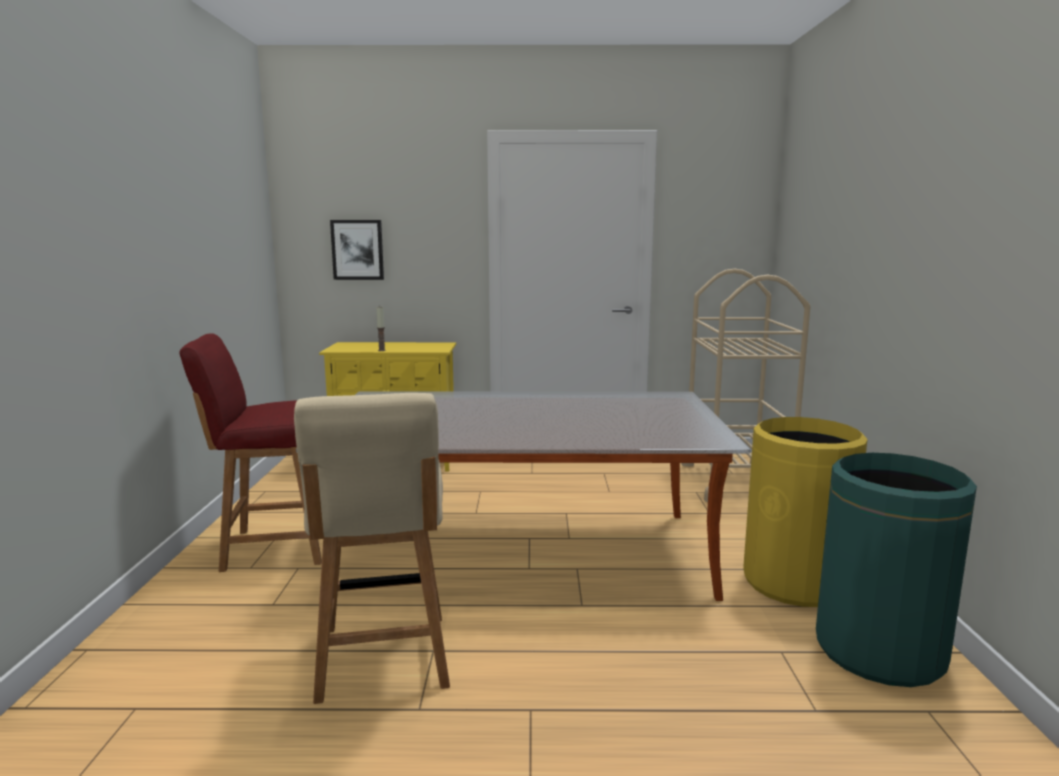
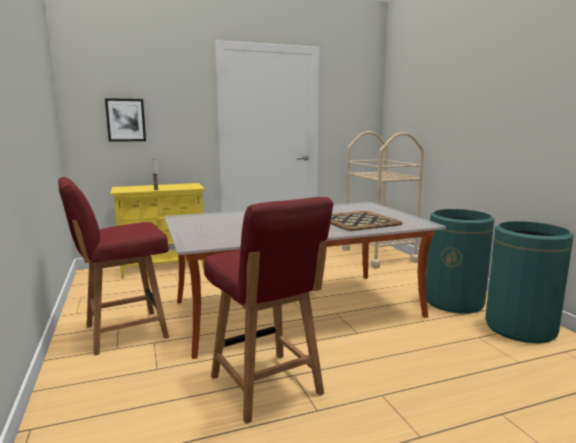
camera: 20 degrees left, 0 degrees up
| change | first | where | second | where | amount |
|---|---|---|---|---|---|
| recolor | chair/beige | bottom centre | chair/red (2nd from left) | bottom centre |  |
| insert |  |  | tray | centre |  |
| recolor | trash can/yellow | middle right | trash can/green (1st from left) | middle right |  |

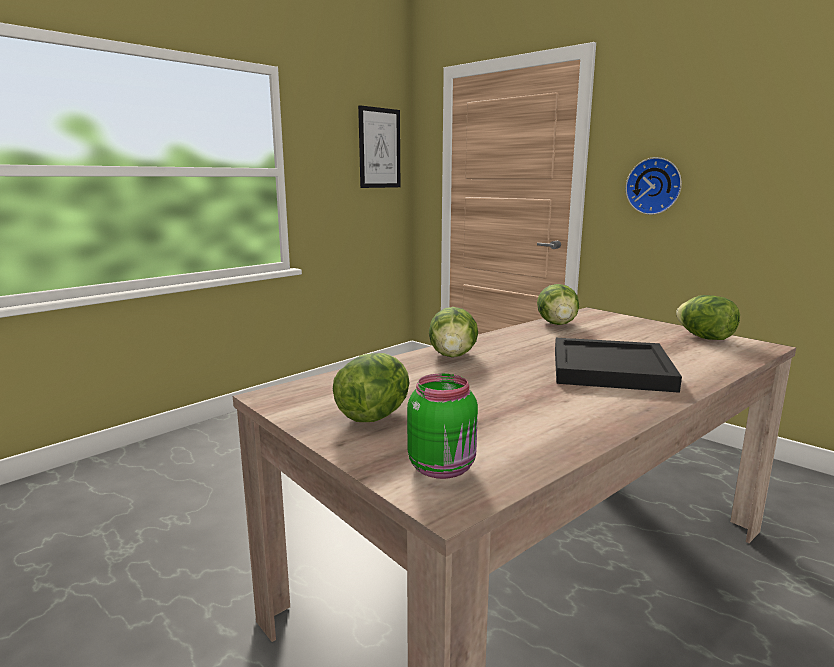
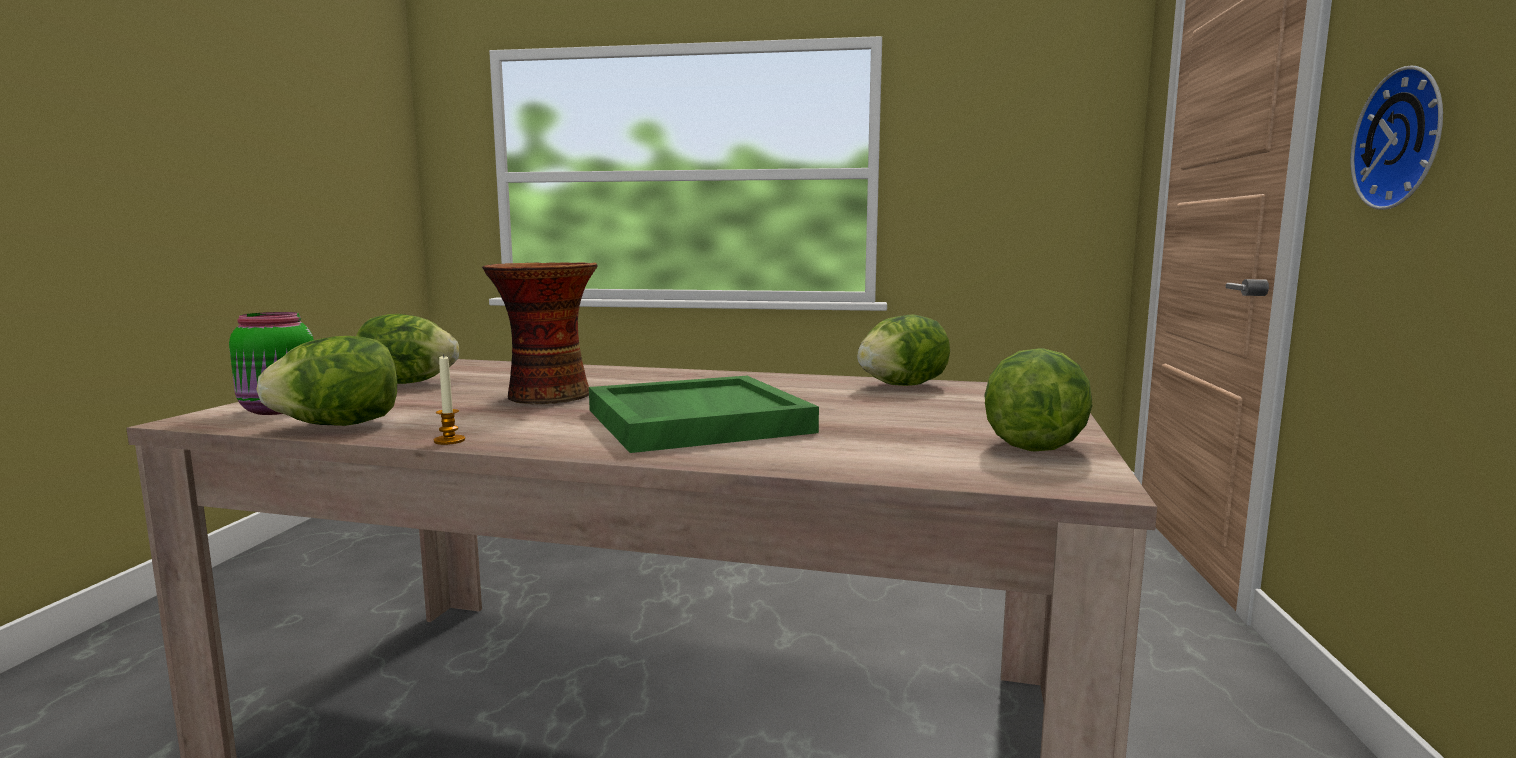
camera: 55 degrees right, 5 degrees down
| change | first | where | second | where | amount |
|---|---|---|---|---|---|
| move | lettuce (2nd from left in the first image) | centre | lettuce (1st from left) | middle left |  |
| insert |  |  | candle | middle left |  |
| insert |  |  | vase | centre |  |
| recolor | tray/black | middle right | tray/green | centre |  |
| delete | picture | top centre |  |  |  |

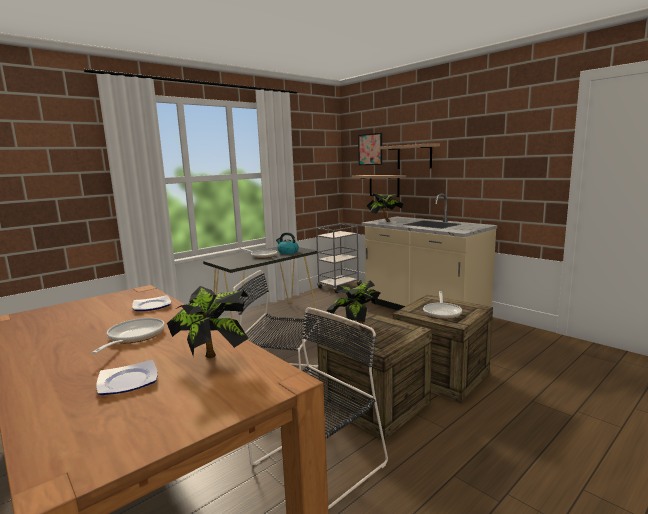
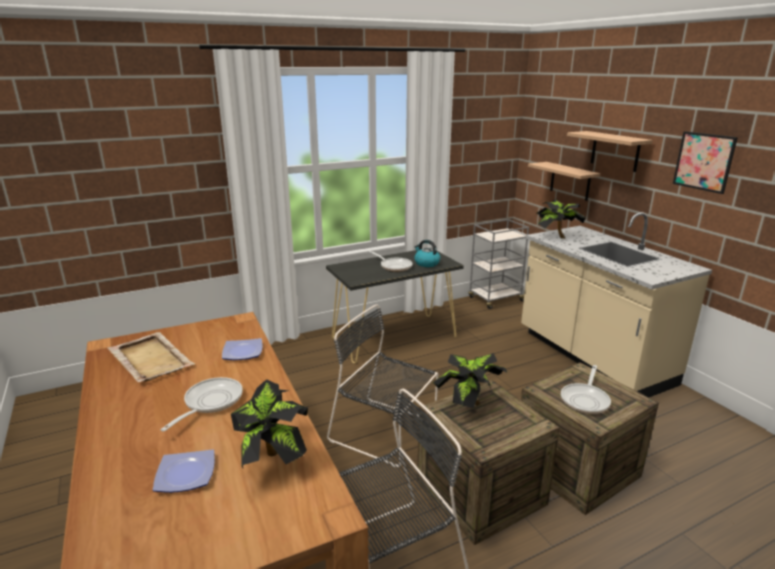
camera: 15 degrees right, 10 degrees up
| change | first | where | second | where | amount |
|---|---|---|---|---|---|
| insert |  |  | tray/beige | middle left |  |
| move | picture | top centre |  | top right |  |

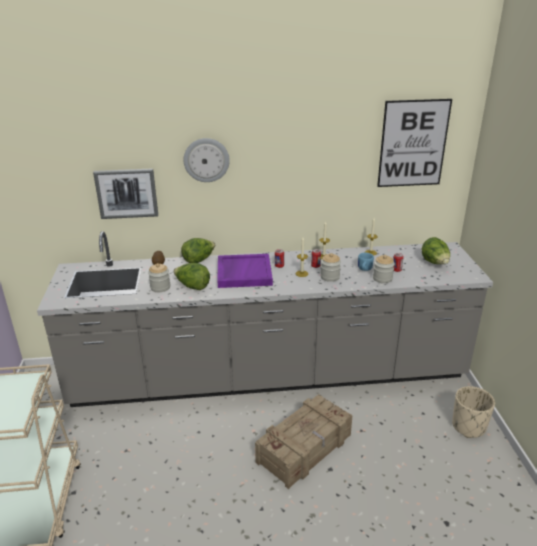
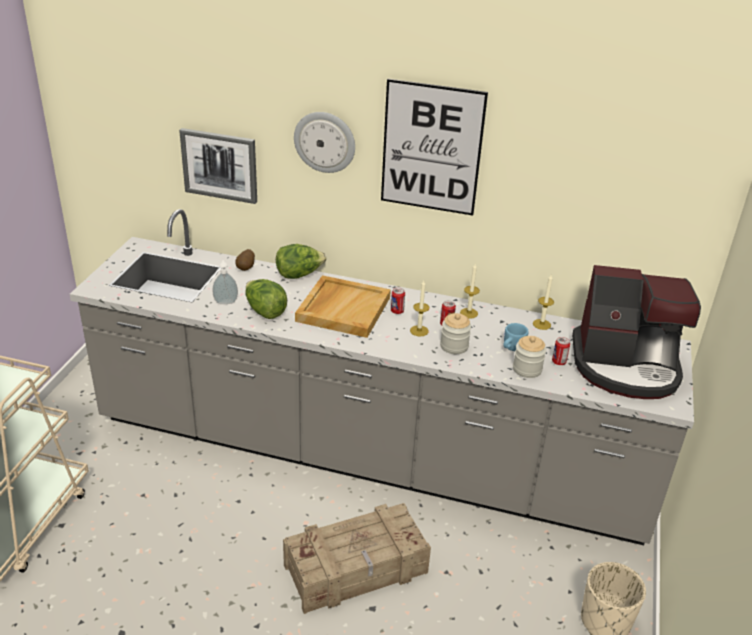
camera: 20 degrees right, 5 degrees up
| change | first | where | second | where | amount |
|---|---|---|---|---|---|
| replace | jar (1st from left) | middle left | soap dispenser | middle left |  |
| recolor | tray/purple | centre | tray/beige | centre |  |
| move | picture (2nd from left) | top right |  | top centre |  |
| replace | lettuce (3rd from left) | middle right | coffee machine | middle right |  |

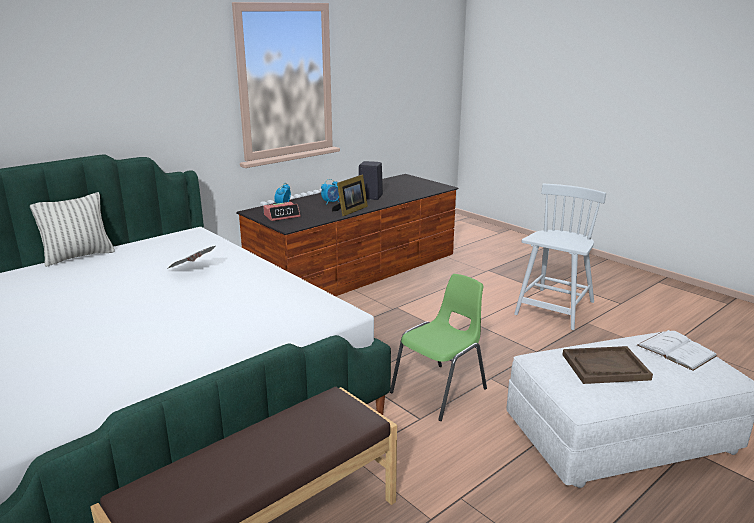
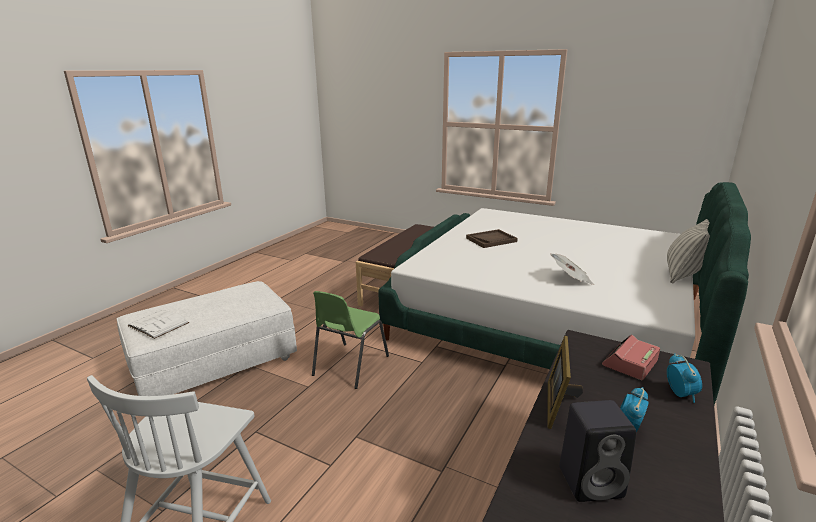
camera: 160 degrees right, 0 degrees up
| change | first | where | second | where | amount |
|---|---|---|---|---|---|
| move | tray/brown | bottom right |  | centre |  |

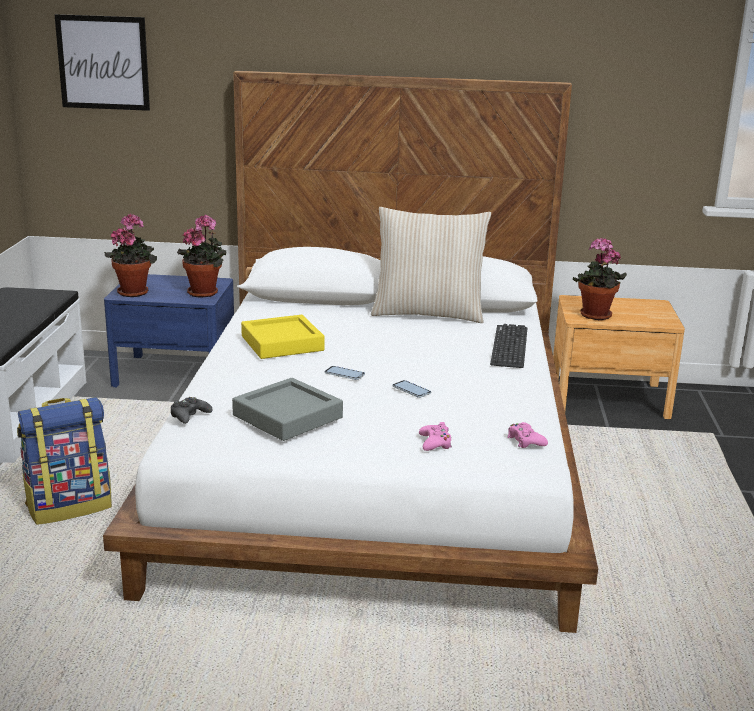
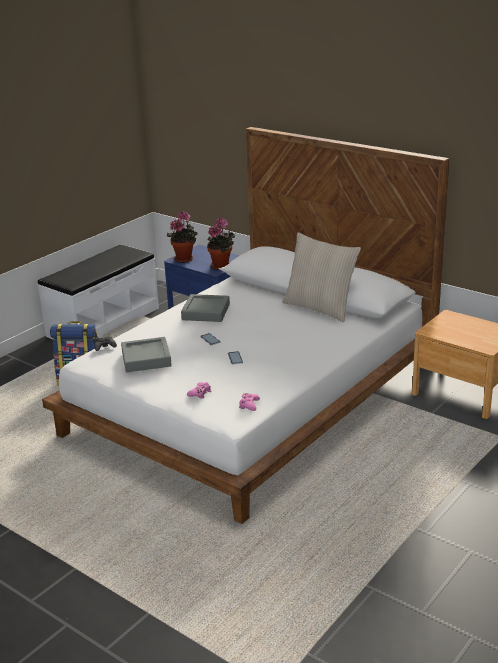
camera: 35 degrees right, 5 degrees up
| change | first | where | second | where | amount |
|---|---|---|---|---|---|
| recolor | tray/yellow | centre | tray/grey (2nd from left) | centre |  |
| delete | picture | top left |  |  |  |
| delete | keyboard | middle right |  |  |  |
| delete | potted plant (3rd from left) | middle right |  |  |  |

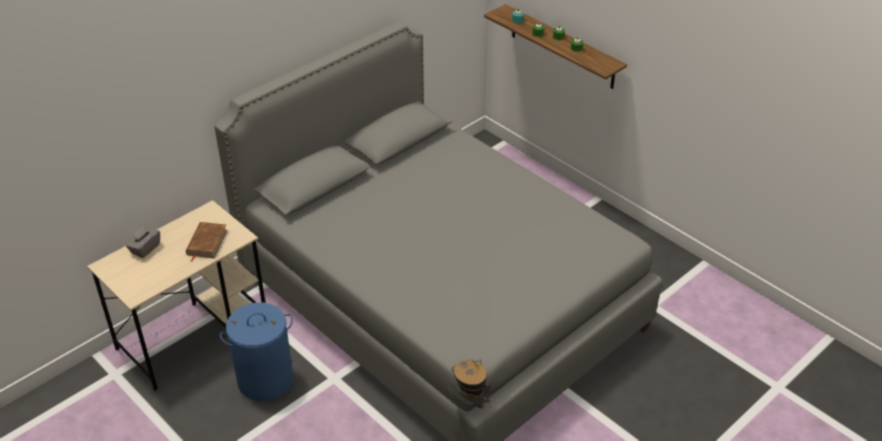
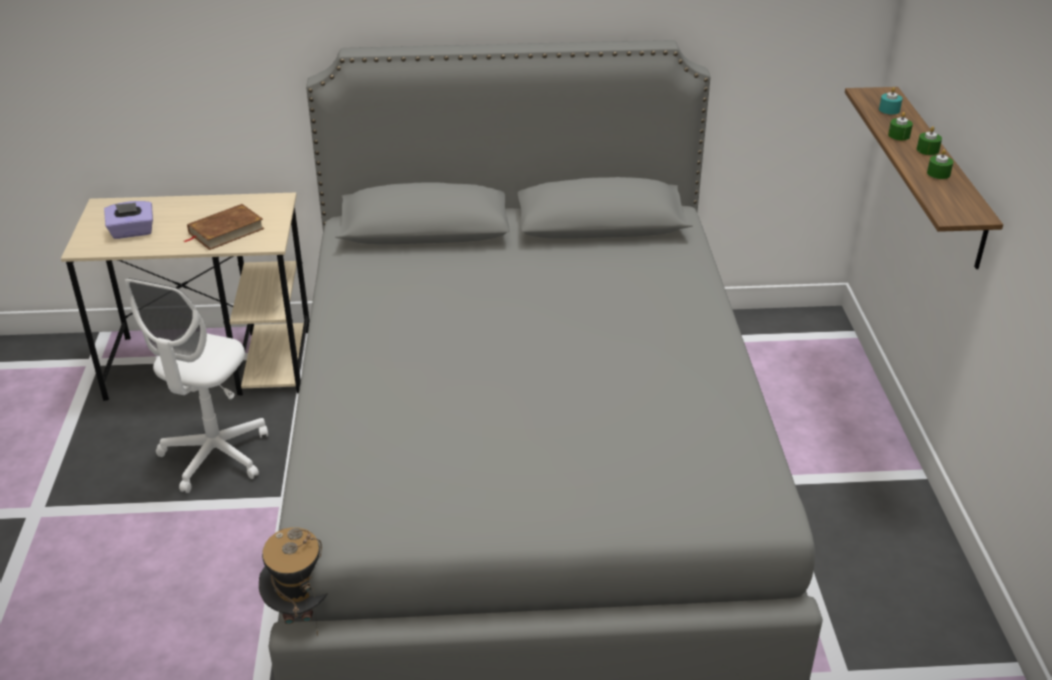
camera: 40 degrees right, 5 degrees down
| change | first | where | second | where | amount |
|---|---|---|---|---|---|
| insert |  |  | tissue box/purple | top left |  |
| replace | laundry basket/blue | bottom left | office chair/white | middle left |  |
| delete | tissue box/grey | middle left |  |  |  |

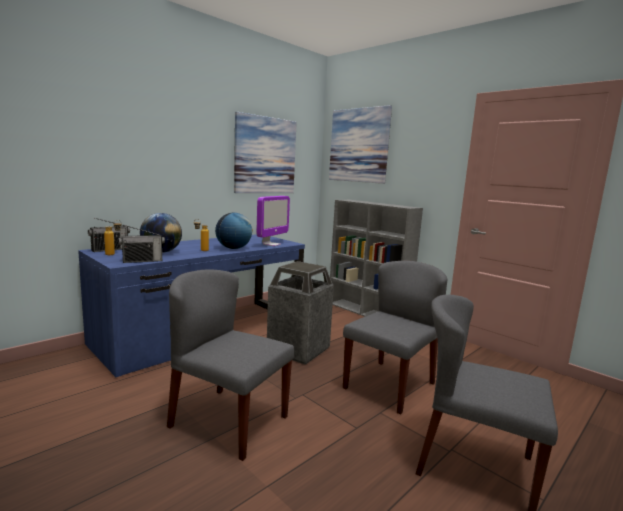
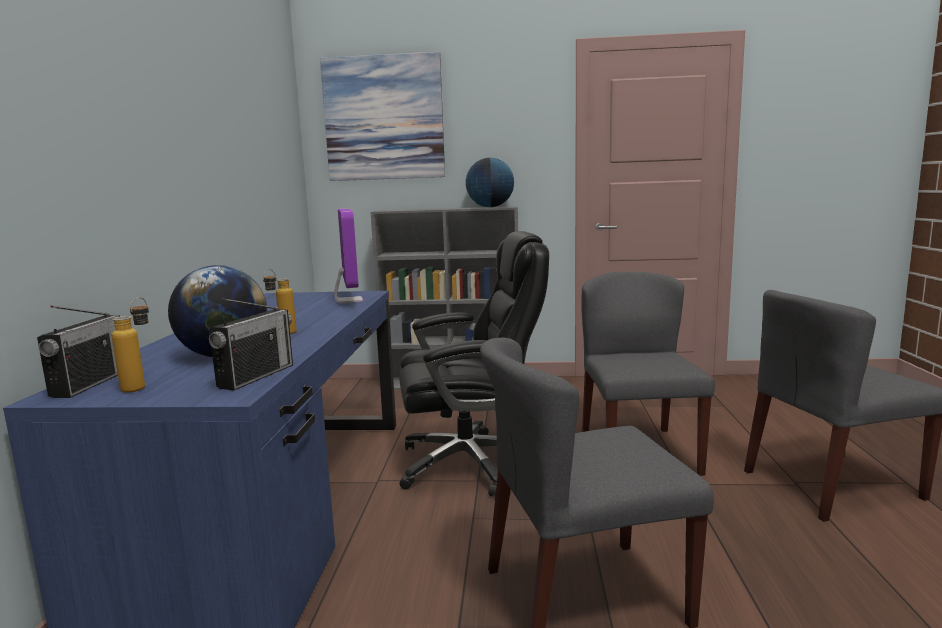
camera: 40 degrees left, 0 degrees up
| change | first | where | second | where | amount |
|---|---|---|---|---|---|
| replace | trash can | centre | office chair/black | centre |  |
| move | globe (2nd from left) | centre |  | top centre |  |
| delete | picture (1st from left) | top centre |  |  |  |

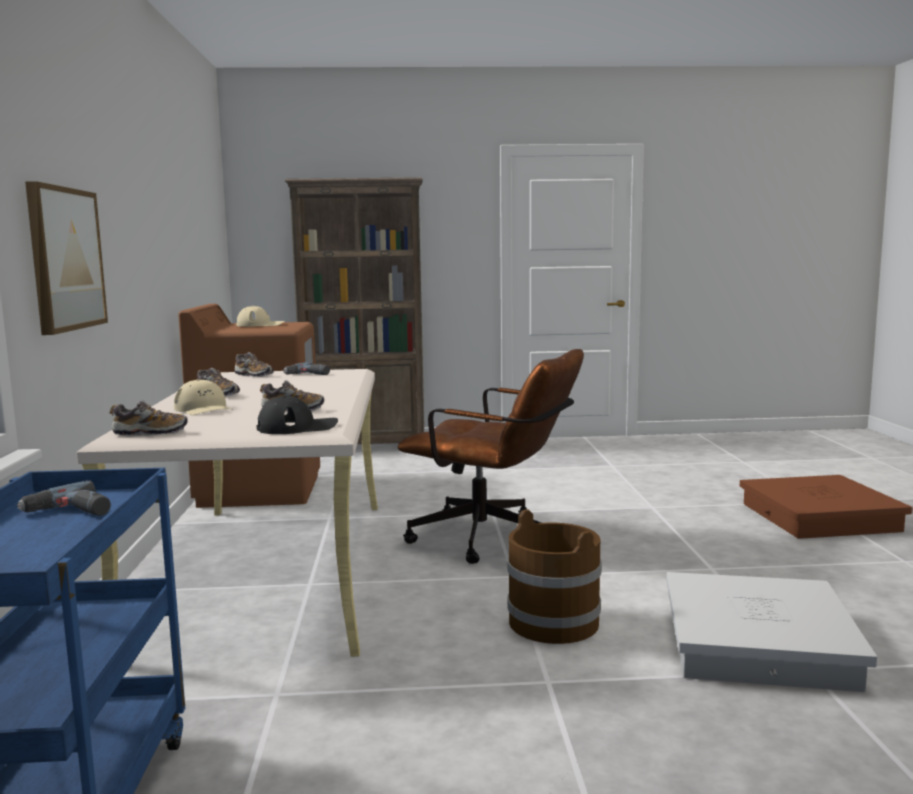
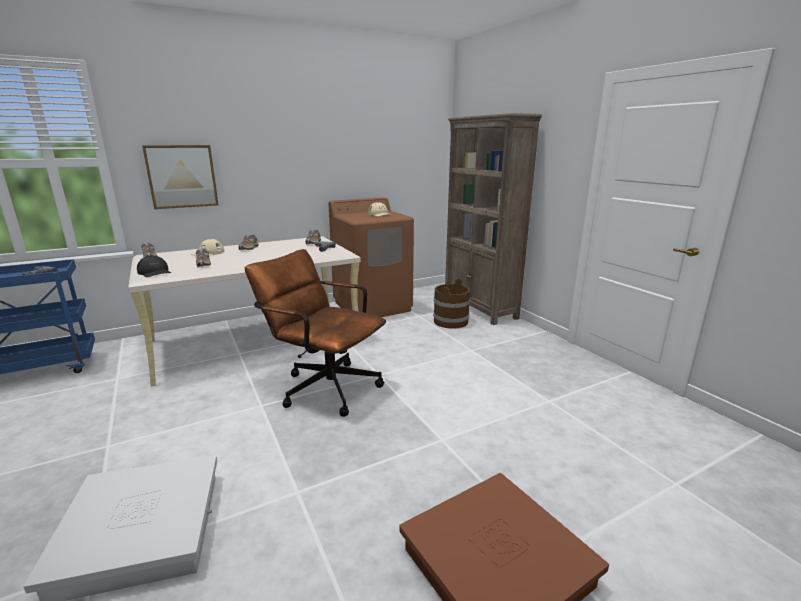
camera: 65 degrees right, 10 degrees up
| change | first | where | second | where | amount |
|---|---|---|---|---|---|
| rotate | office chair/brown | centre |  | centre | 120 degrees clockwise |
| move | bucket/brown | bottom centre |  | centre |  |

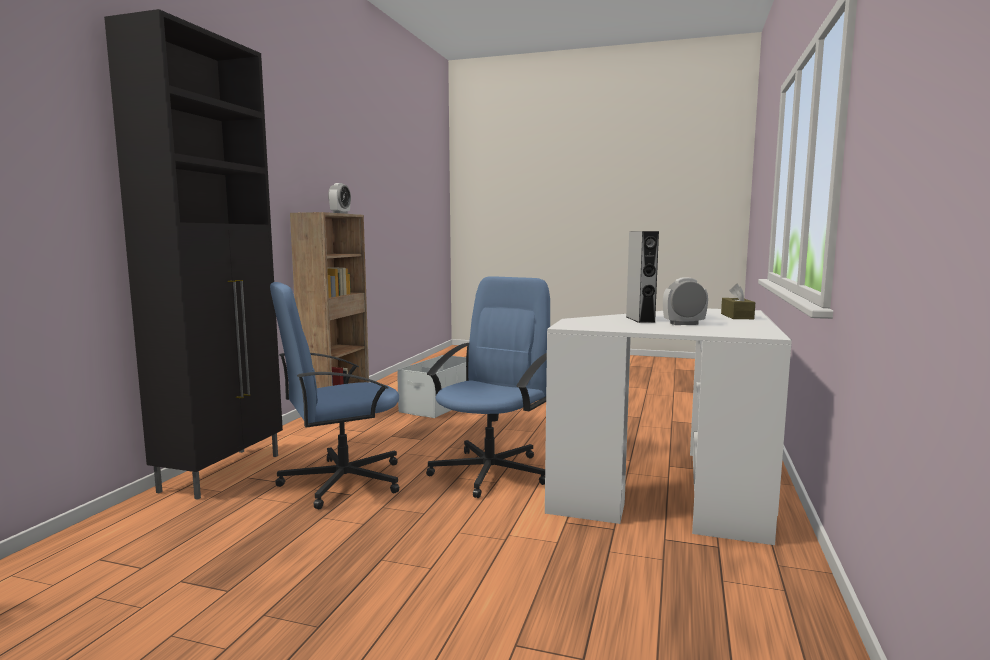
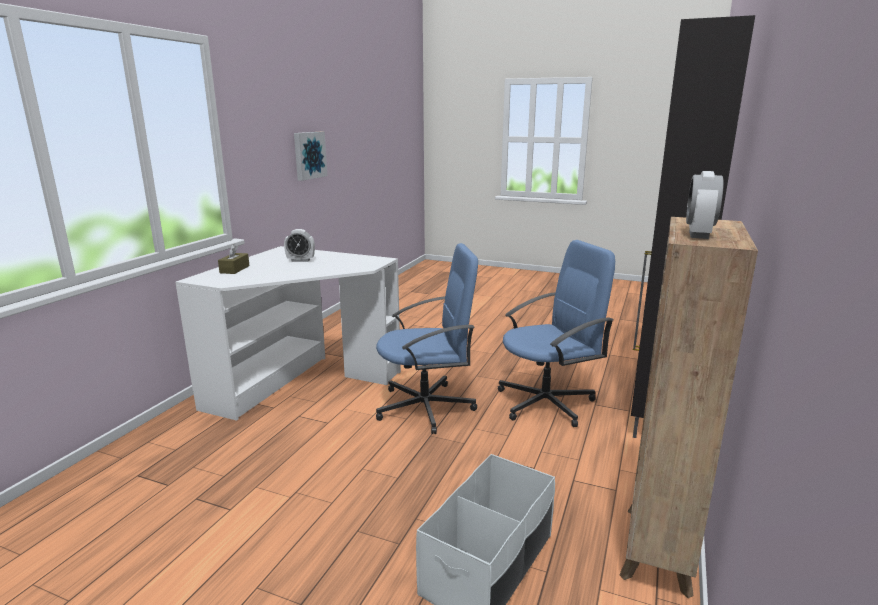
camera: 175 degrees left, 10 degrees up
| change | first | where | second | where | amount |
|---|---|---|---|---|---|
| insert |  |  | picture | top centre |  |
| rotate | office chair/blue (2nd from left in the first image) | centre | office chair/blue (1st from left) | centre | 135 degrees counterclockwise |
| delete | speaker/grey | centre |  |  |  |

